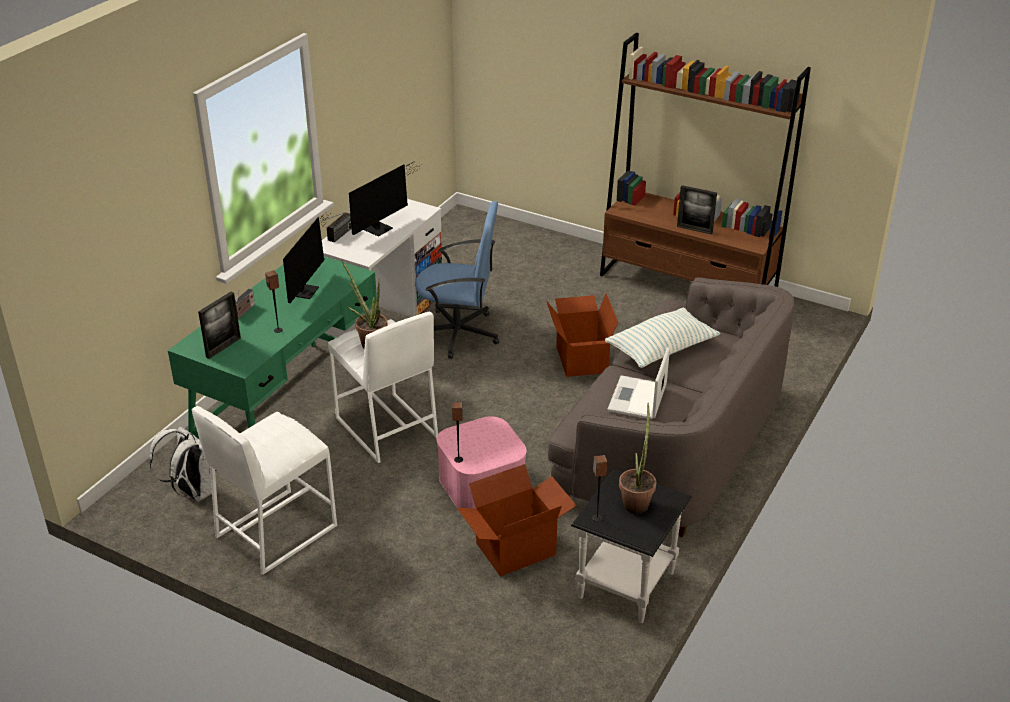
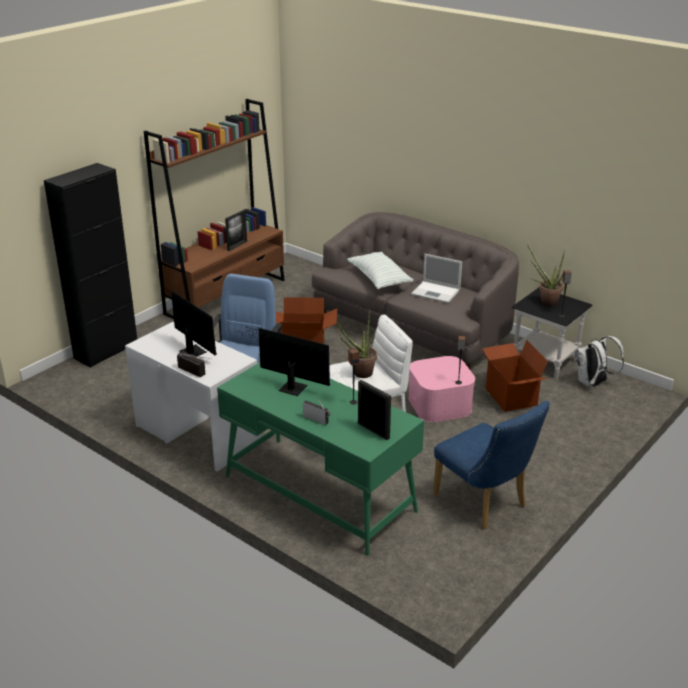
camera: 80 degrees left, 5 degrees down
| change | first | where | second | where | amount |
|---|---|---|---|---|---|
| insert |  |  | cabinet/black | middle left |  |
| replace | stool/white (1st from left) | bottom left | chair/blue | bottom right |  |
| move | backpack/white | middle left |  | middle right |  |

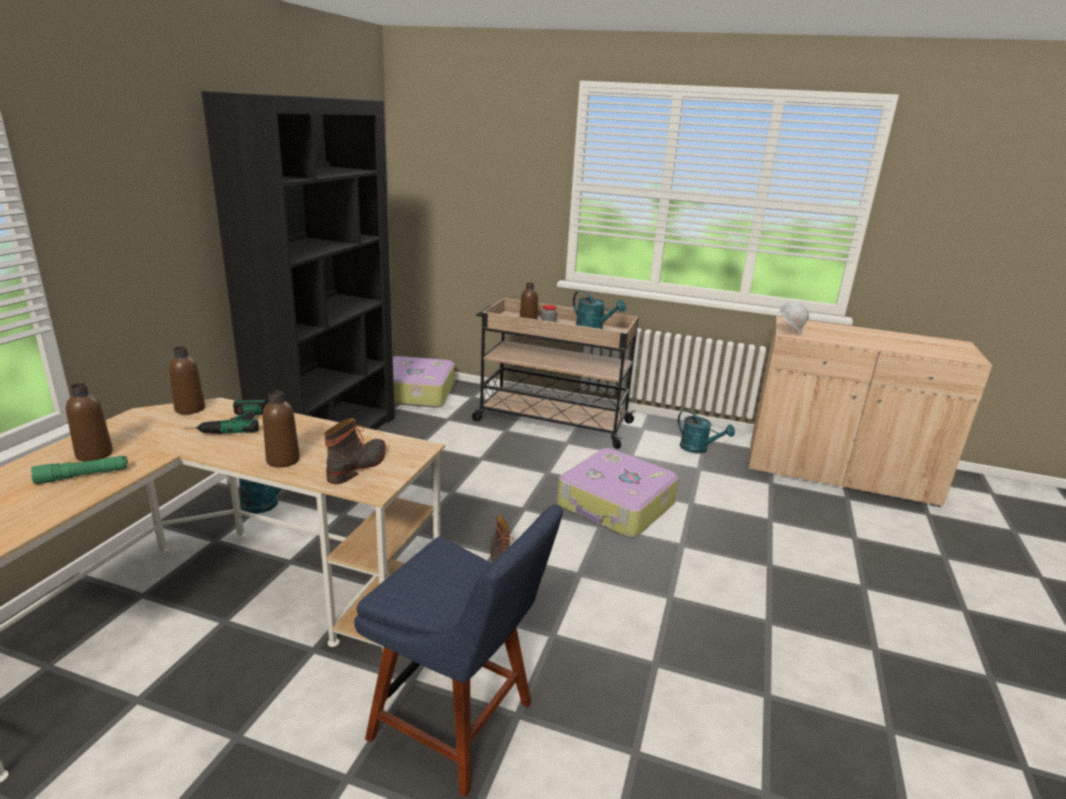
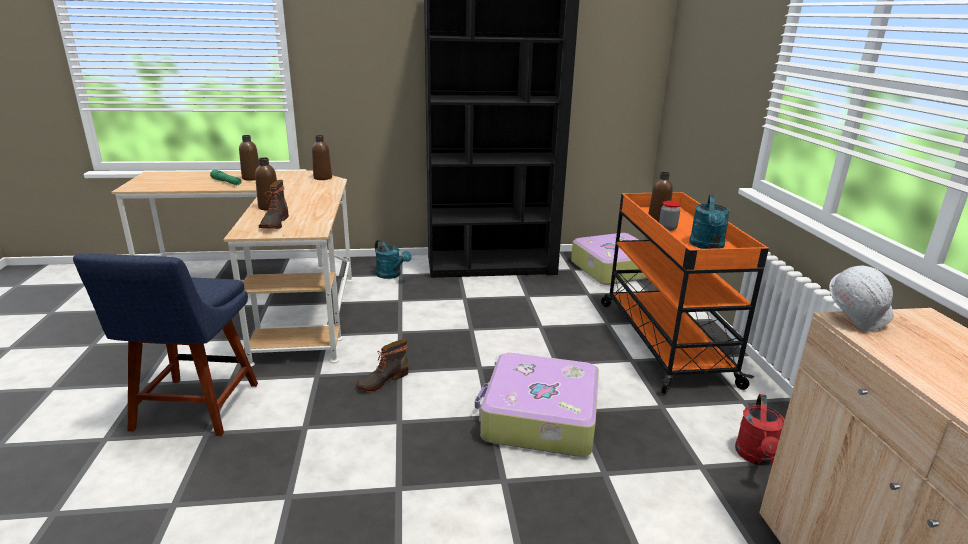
camera: 65 degrees right, 0 degrees up
| change | first | where | second | where | amount |
|---|---|---|---|---|---|
| rotate | boot (1st from left) | middle left |  | middle left | 90 degrees clockwise |
| recolor | cart/beige | centre | cart/orange | middle right |  |
| recolor | watering can/turquoise (3rd from left) | centre | watering can/red | bottom right |  |
| delete | power drill | middle left |  |  |  |

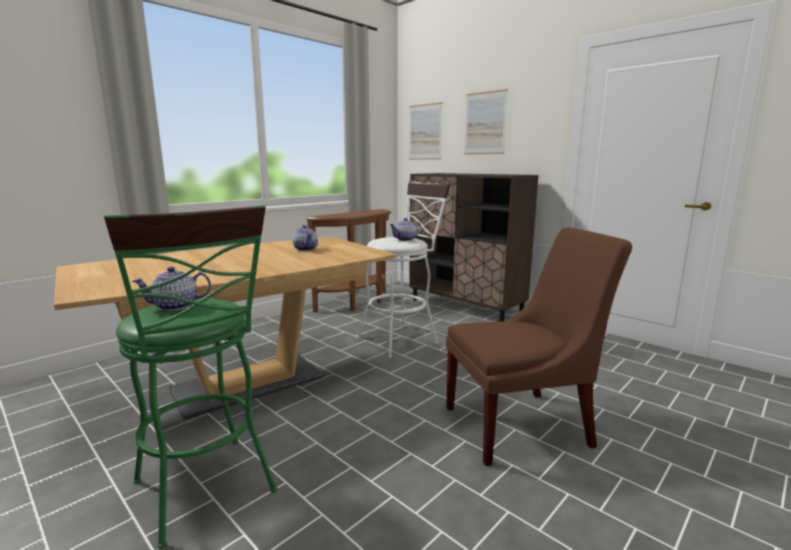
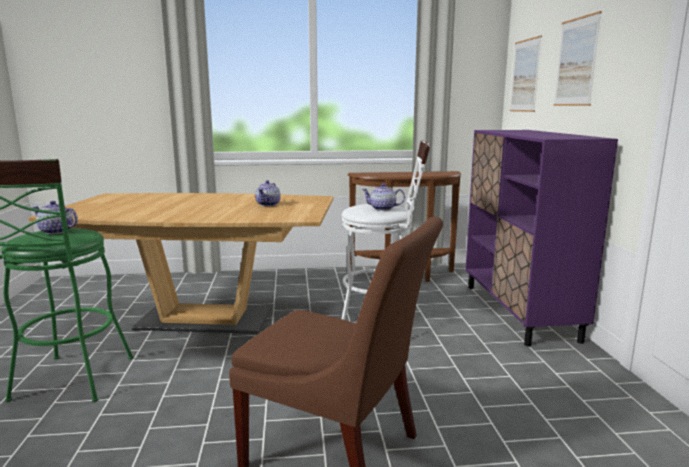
camera: 40 degrees right, 0 degrees up
| change | first | where | second | where | amount |
|---|---|---|---|---|---|
| recolor | cabinet/brown | centre | cabinet/purple | middle right |  |

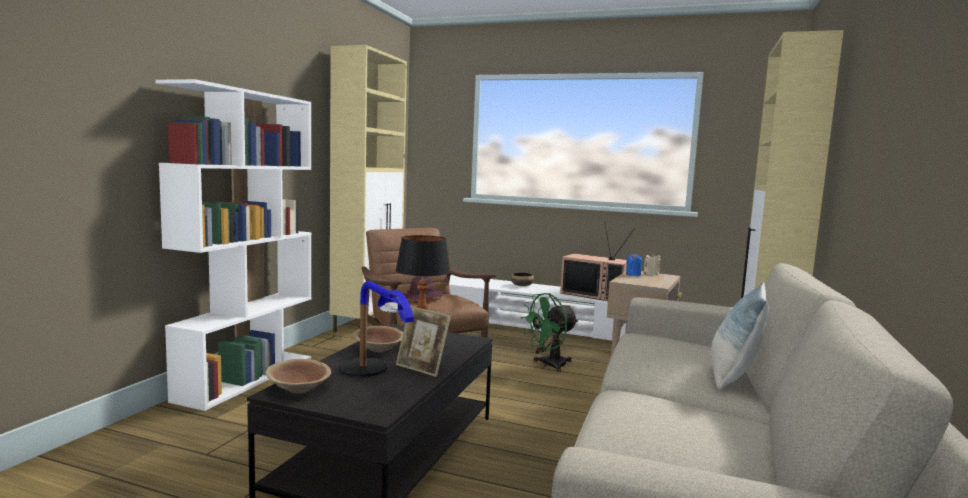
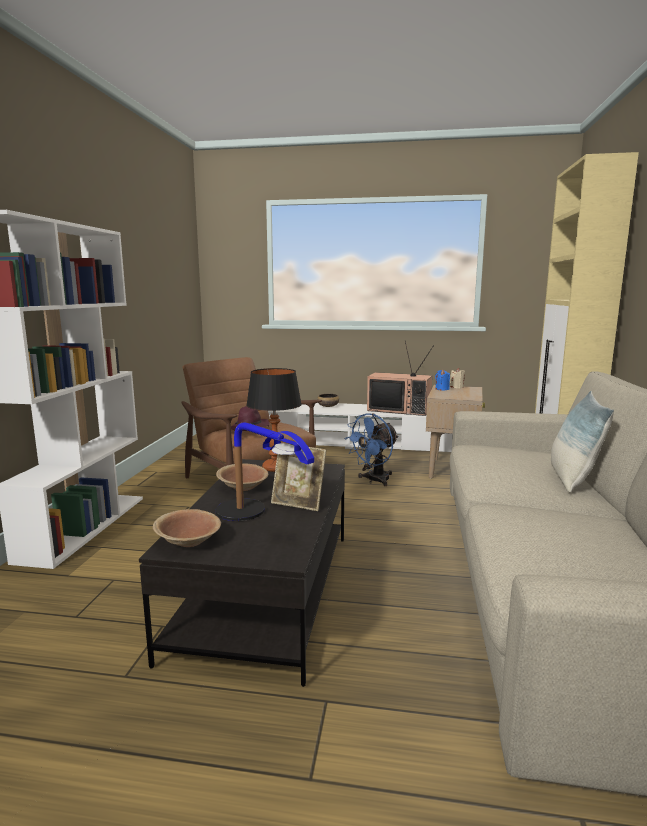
camera: 10 degrees left, 5 degrees up
| change | first | where | second | where | amount |
|---|---|---|---|---|---|
| recolor | fan/green | bottom centre | fan/blue | centre |  |
| delete | cabinet/beige (1st from left) | centre |  |  |  |

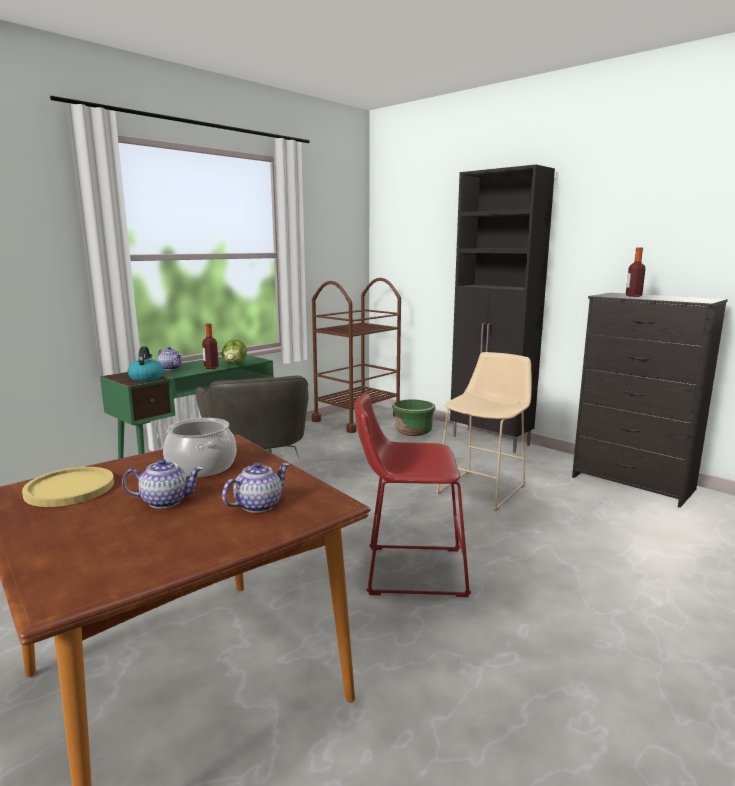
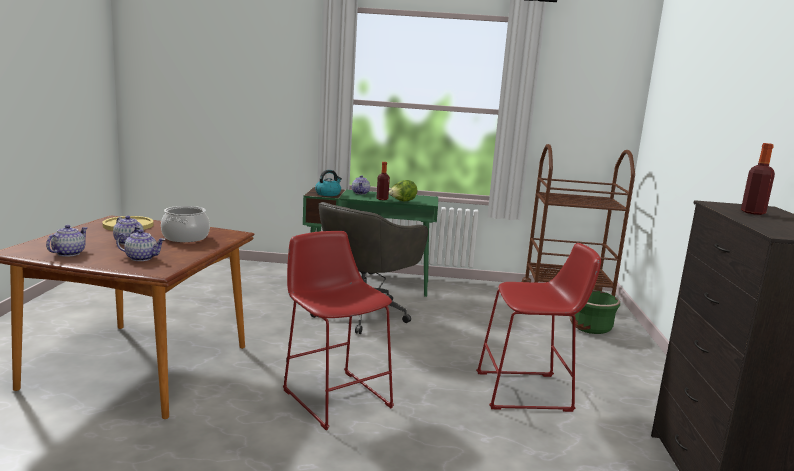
camera: 50 degrees right, 0 degrees up
| change | first | where | second | where | amount |
|---|---|---|---|---|---|
| insert |  |  | teapot (1st from left) | middle left |  |
| recolor | stool/beige | centre | stool/red (2nd from left) | bottom right |  |
| delete | cabinet/black | middle right |  |  |  |

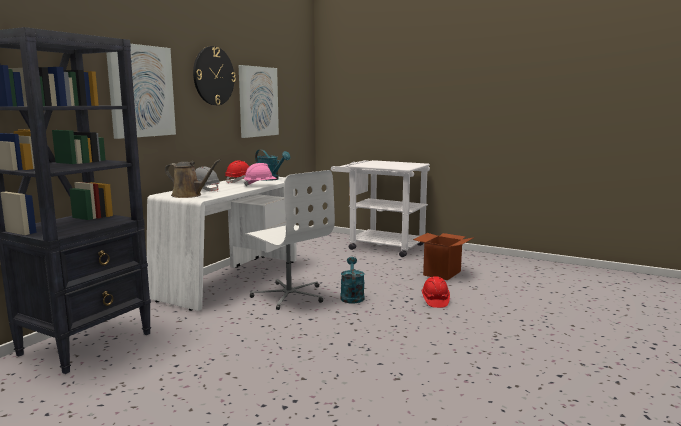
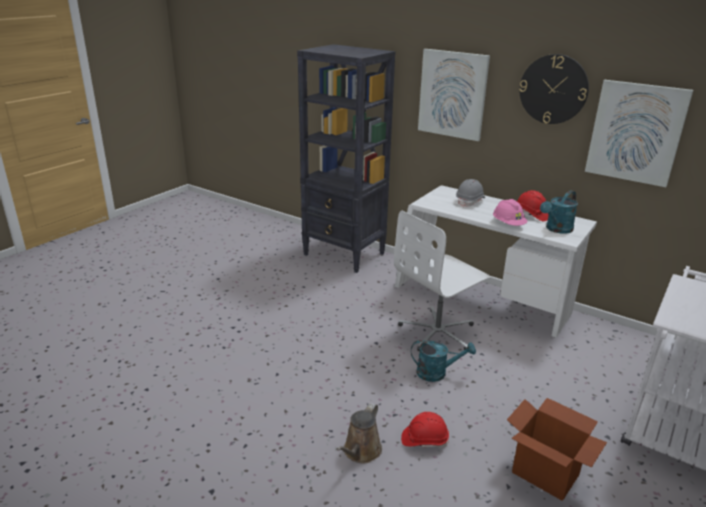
camera: 95 degrees right, 15 degrees up
| change | first | where | second | where | amount |
|---|---|---|---|---|---|
| move | watering can/brown | middle left |  | bottom centre |  |

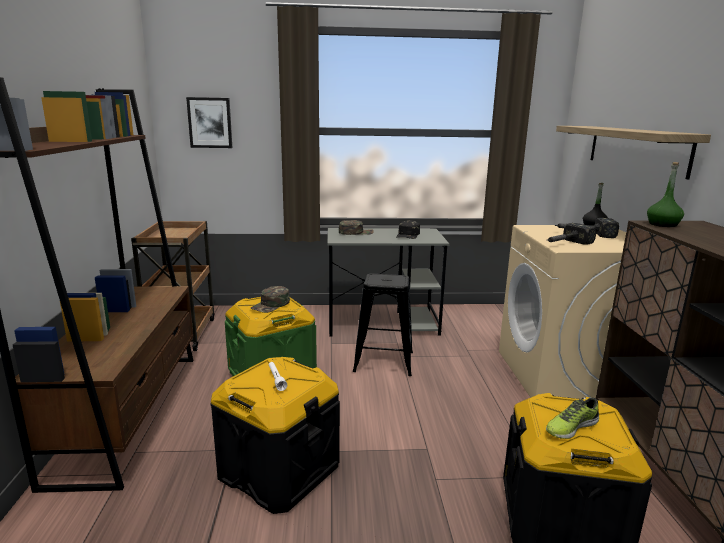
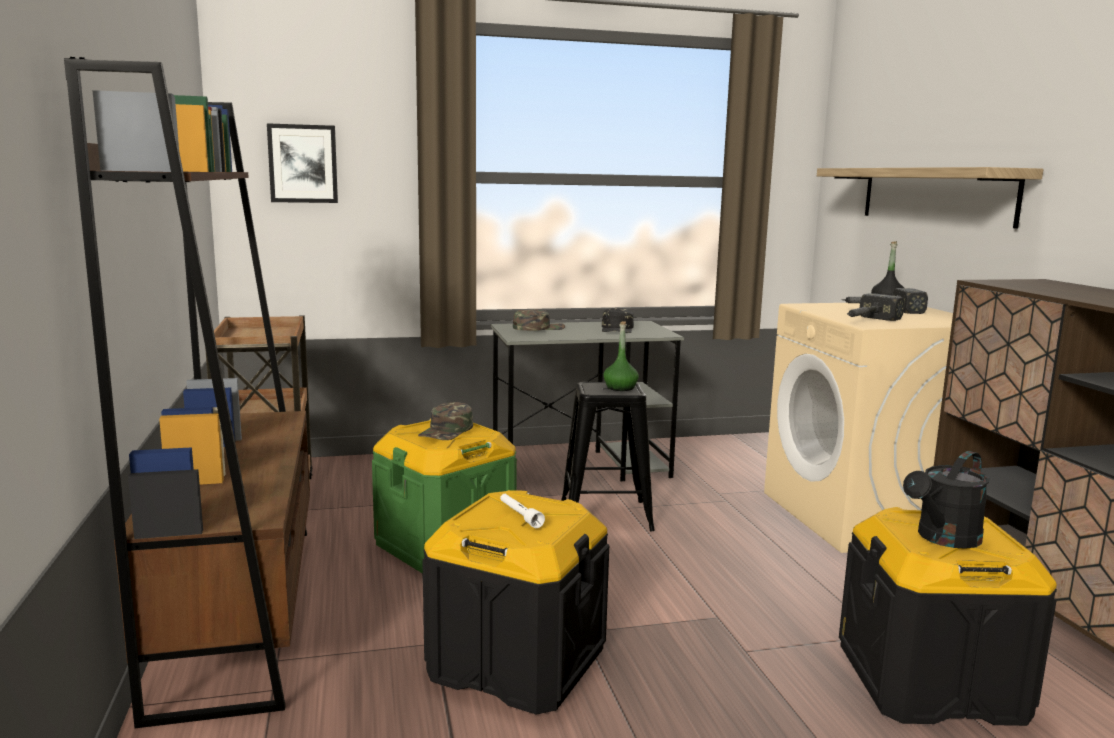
camera: 10 degrees left, 5 degrees down
| change | first | where | second | where | amount |
|---|---|---|---|---|---|
| move | bottle/green | middle right |  | centre |  |
| replace | shoe | bottom right | watering can/black | bottom right |  |

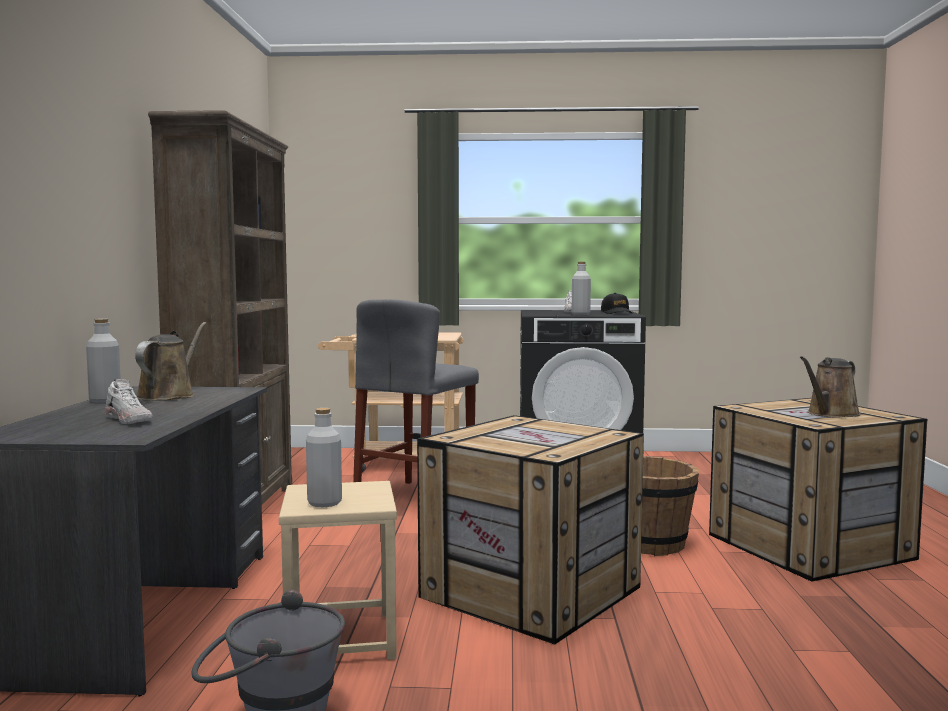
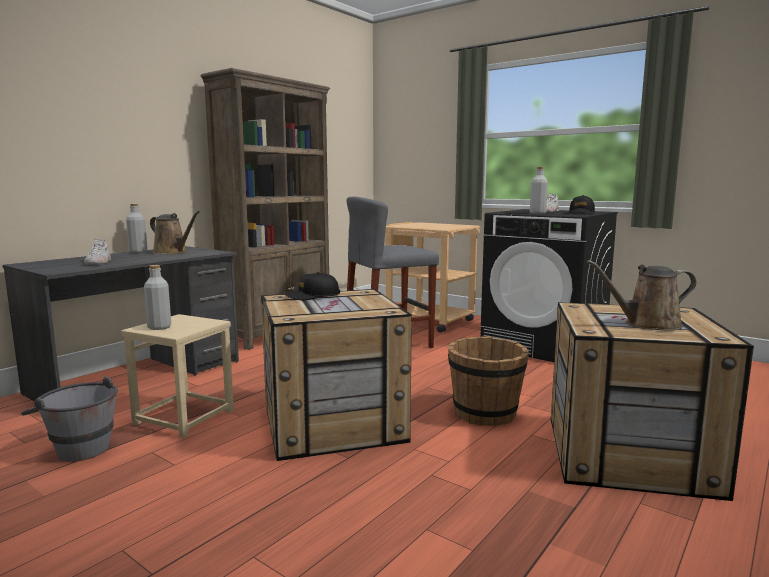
camera: 35 degrees right, 5 degrees up
| change | first | where | second | where | amount |
|---|---|---|---|---|---|
| rotate | watering can/brown (1st from left) | middle left |  | middle left | 75 degrees clockwise |
| insert |  |  | cap/black (1st from left) | centre |  |

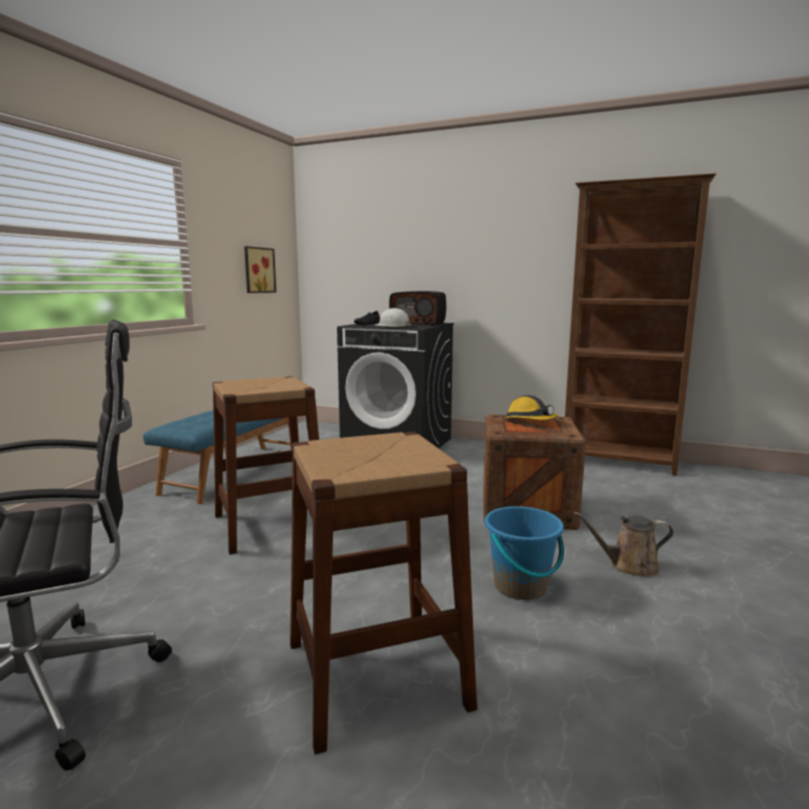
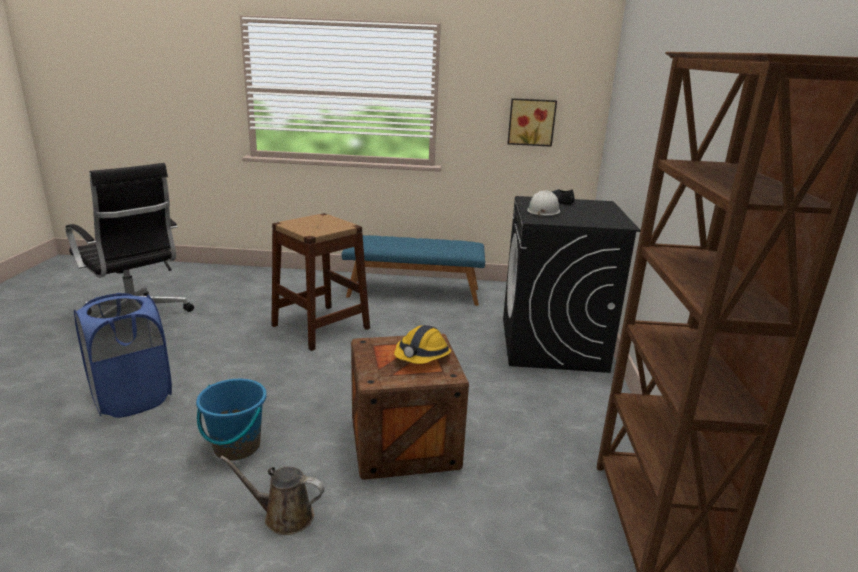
camera: 70 degrees right, 10 degrees up
| change | first | where | second | where | amount |
|---|---|---|---|---|---|
| replace | stool/brown (2nd from left) | bottom centre | laundry basket/blue | middle left |  |
| rotate | watering can/brown | bottom right |  | bottom left | 60 degrees counterclockwise |
| delete | radio | centre |  |  |  |

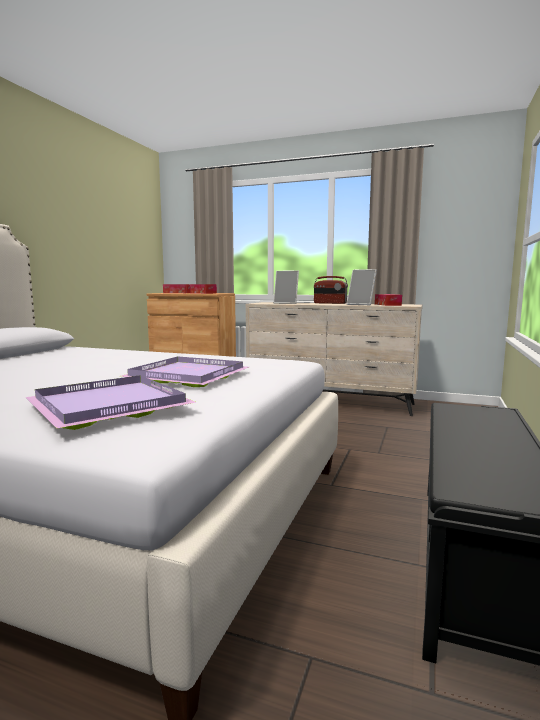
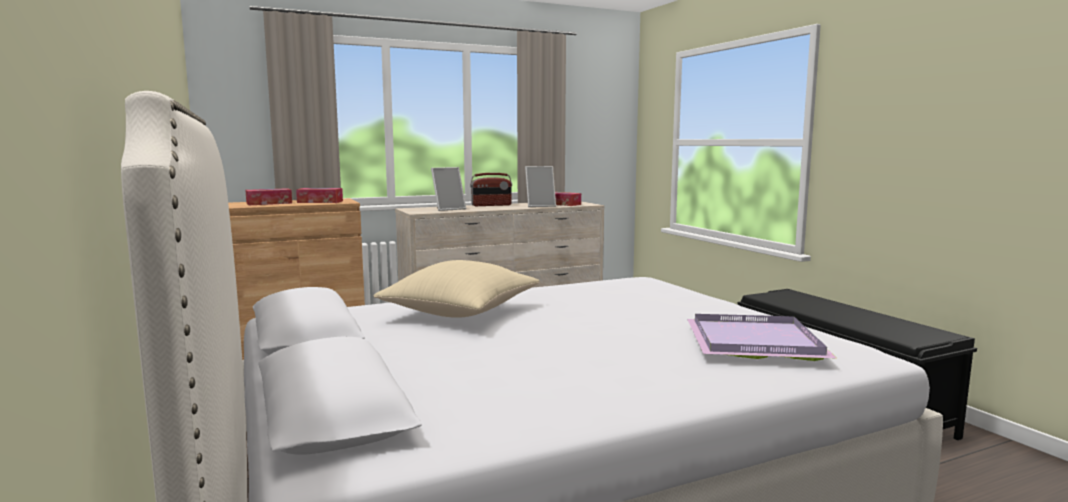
camera: 45 degrees left, 0 degrees up
| change | first | where | second | where | amount |
|---|---|---|---|---|---|
| insert |  |  | pillow/beige | centre |  |
| delete | tray/purple (2nd from left) | centre |  |  |  |

